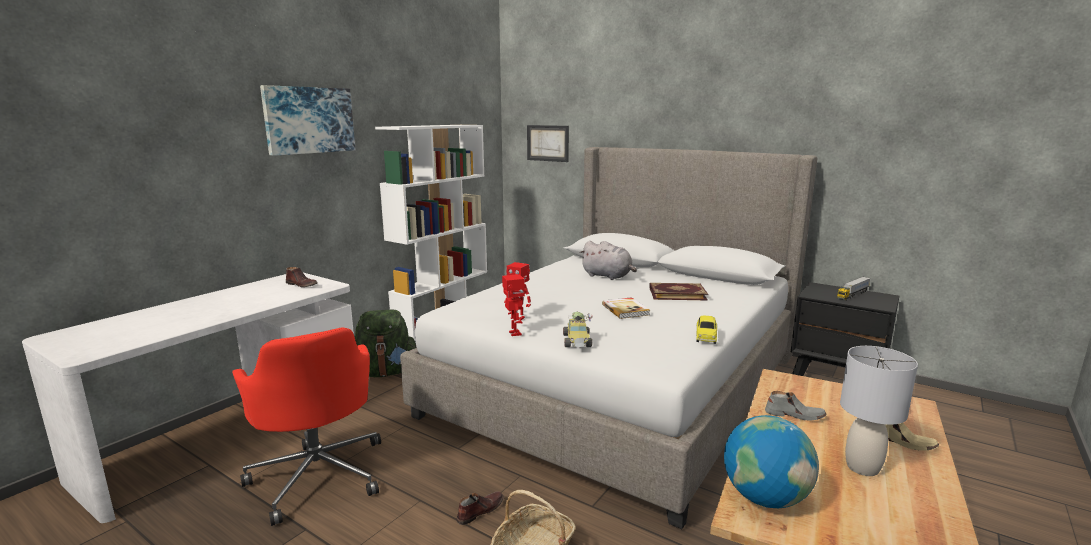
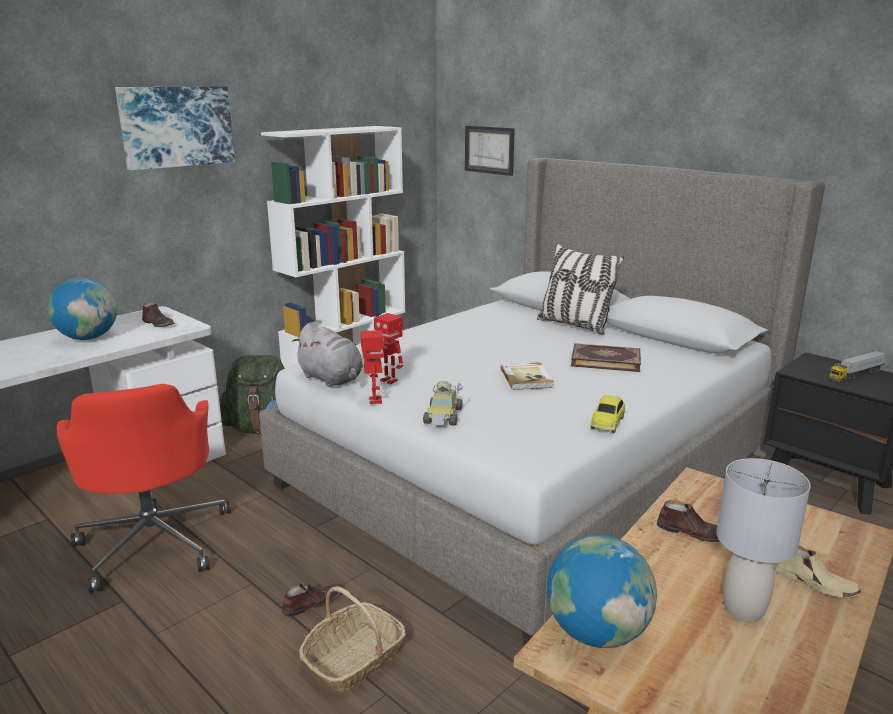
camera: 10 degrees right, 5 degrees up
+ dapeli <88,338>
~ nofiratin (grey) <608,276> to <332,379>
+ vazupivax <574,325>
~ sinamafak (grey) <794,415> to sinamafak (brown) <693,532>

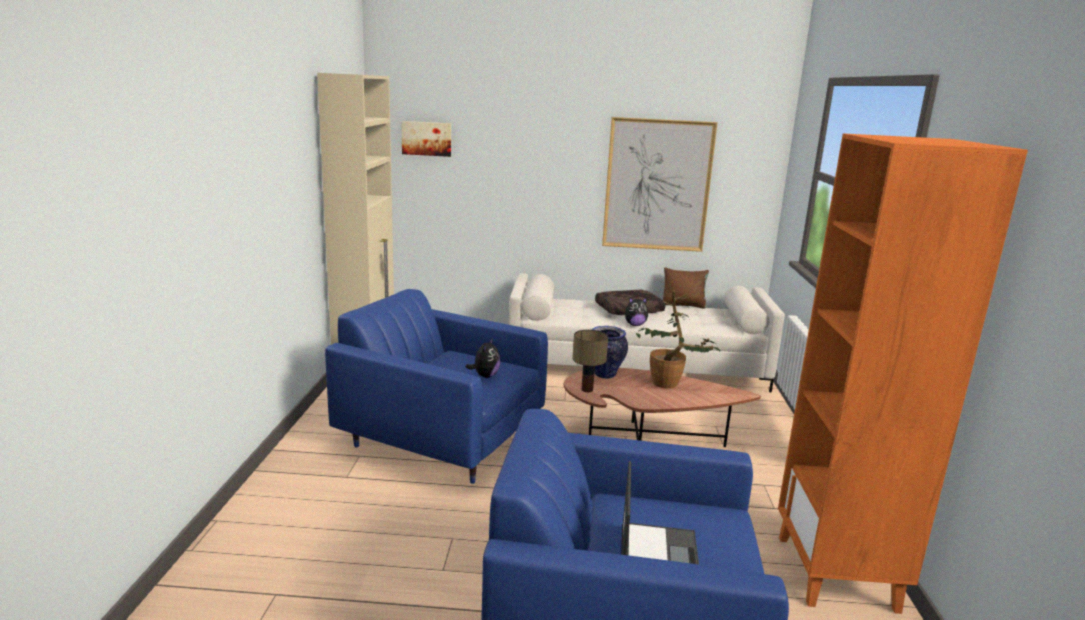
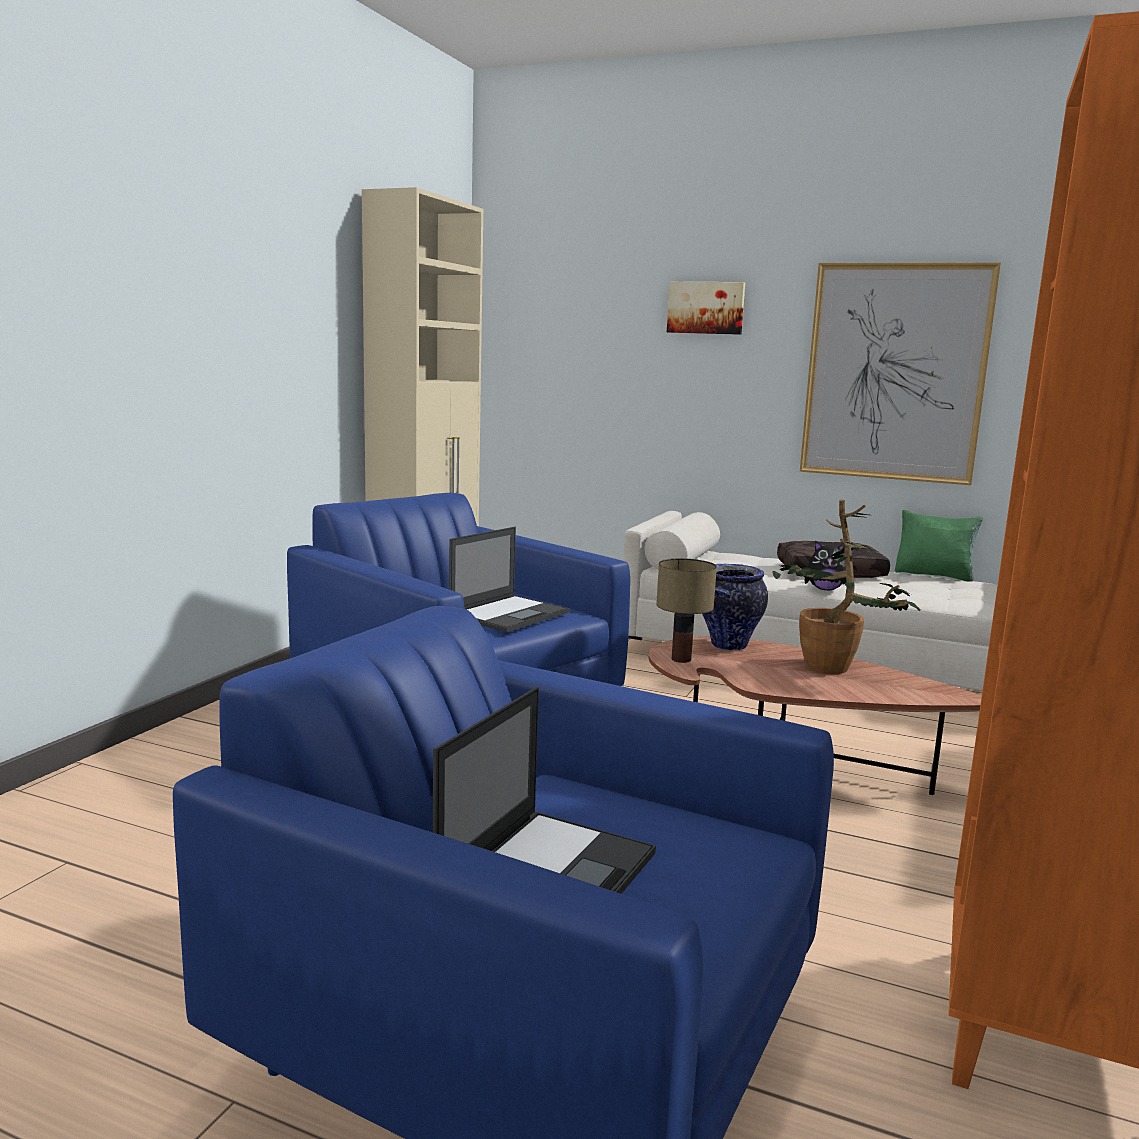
camera: 20 degrees right, 5 degrees down
~ nofiratin <485,376> to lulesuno <509,614>
~ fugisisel <427,138> to <706,308>
~ vazupivax (brown) <683,305> to vazupivax (green) <934,575>

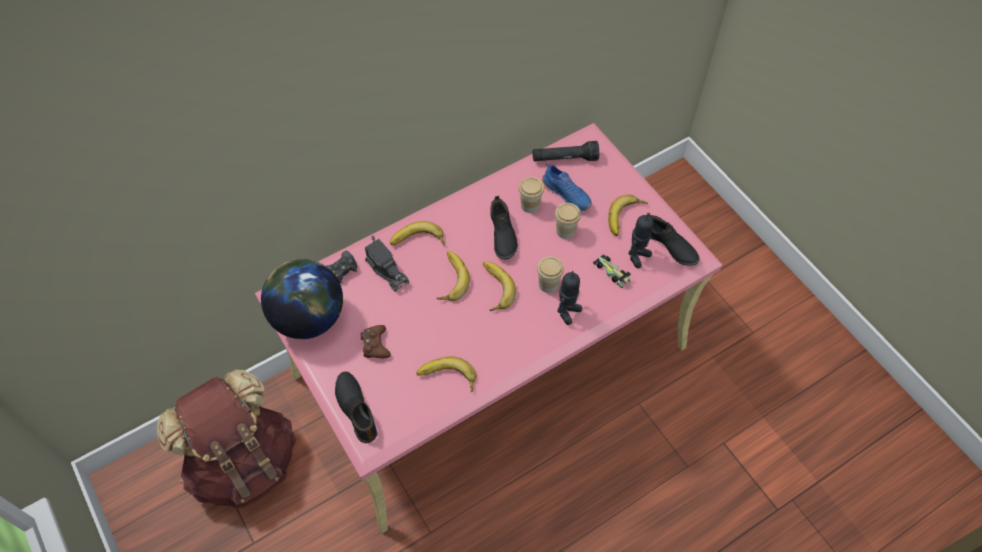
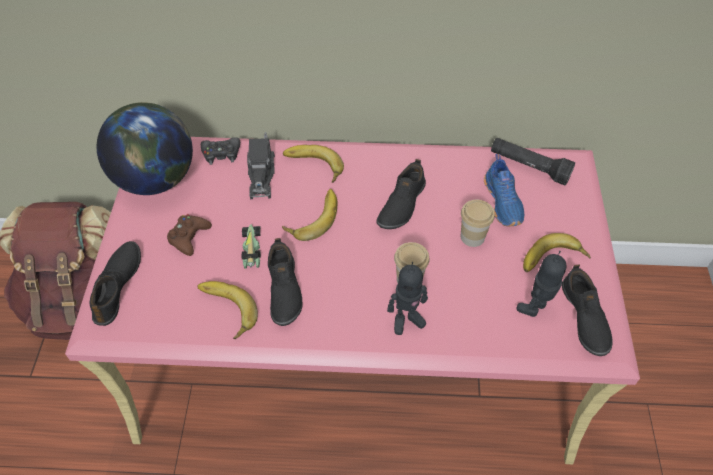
camera: 35 degrees right, 5 degrees down
~ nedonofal <612,272> to <251,249>
+ sinamafak (black) <283,290>
~ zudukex <637,256> = <535,307> 150 degrees clockwise
- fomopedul <493,288>
- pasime <530,205>

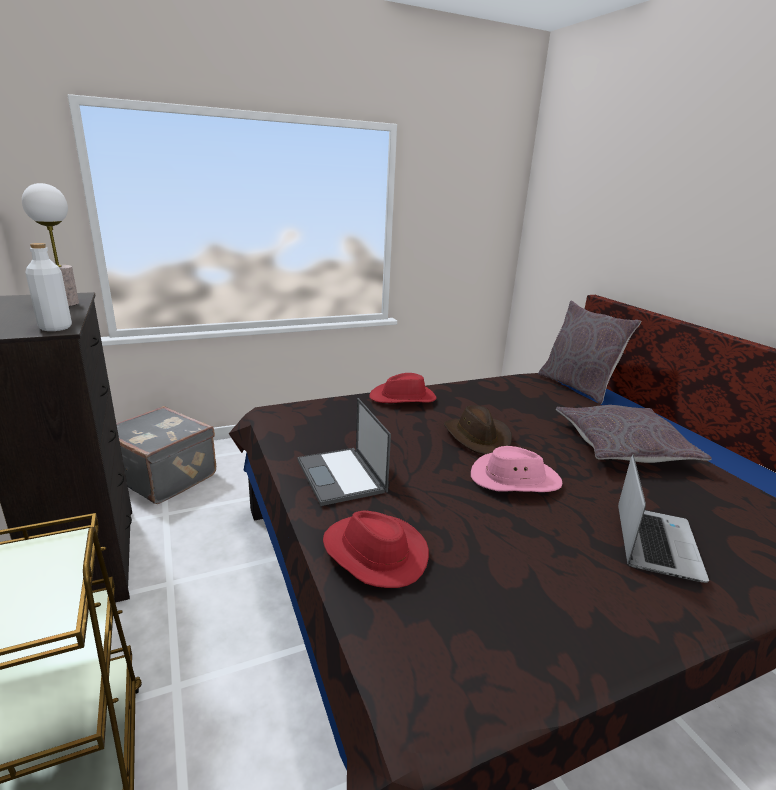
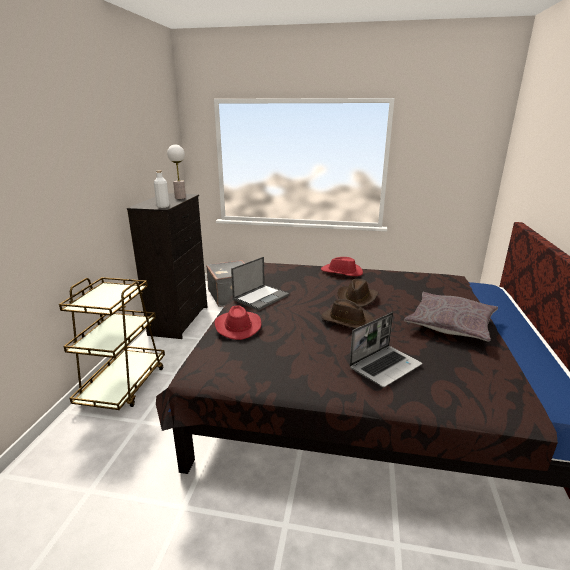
camera: 35 degrees right, 0 degrees up
~ lulesuno <341,476> = <261,297> 150 degrees counterclockwise
~ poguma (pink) <514,479> to poguma (brown) <347,320>
- vazupivax (grey) <577,386>

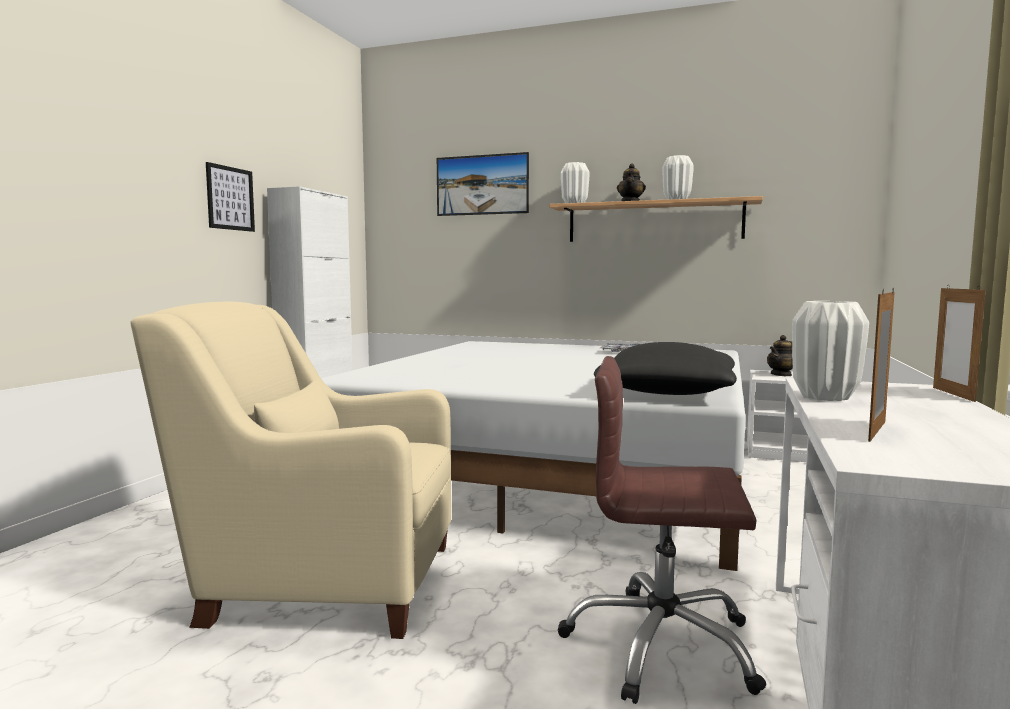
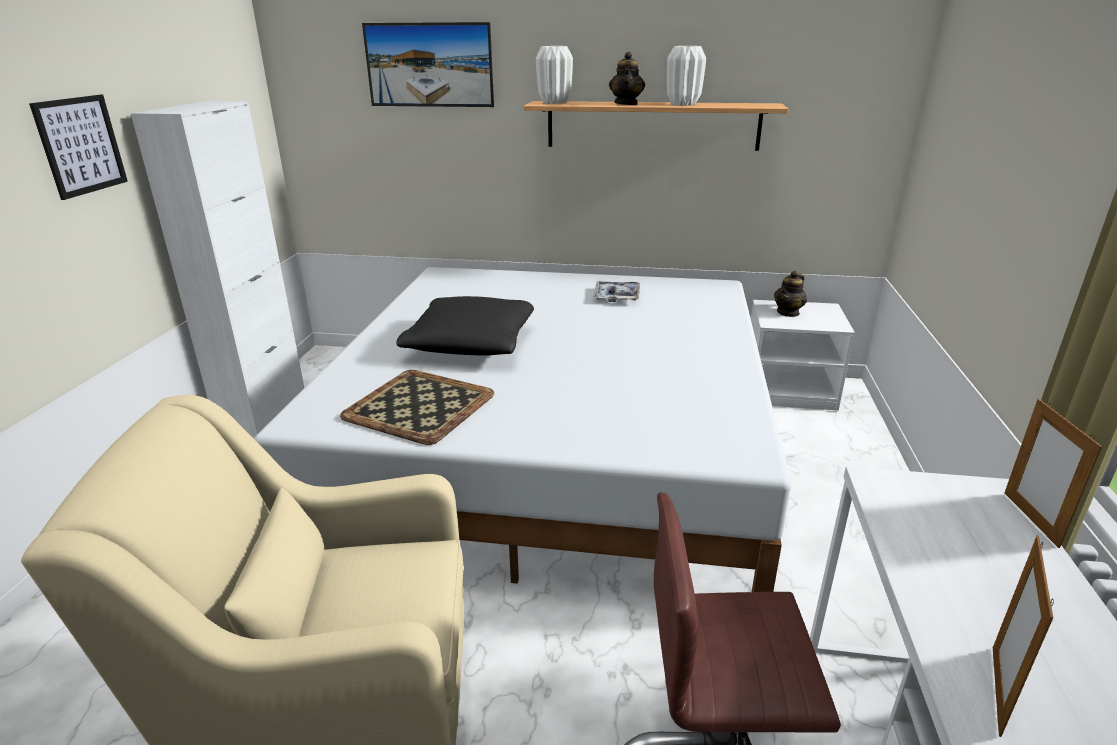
camera: 10 degrees left, 20 degrees up
+ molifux <418,406>
~ vazupivax (black) <668,392> to <471,344>
- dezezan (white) <826,397>

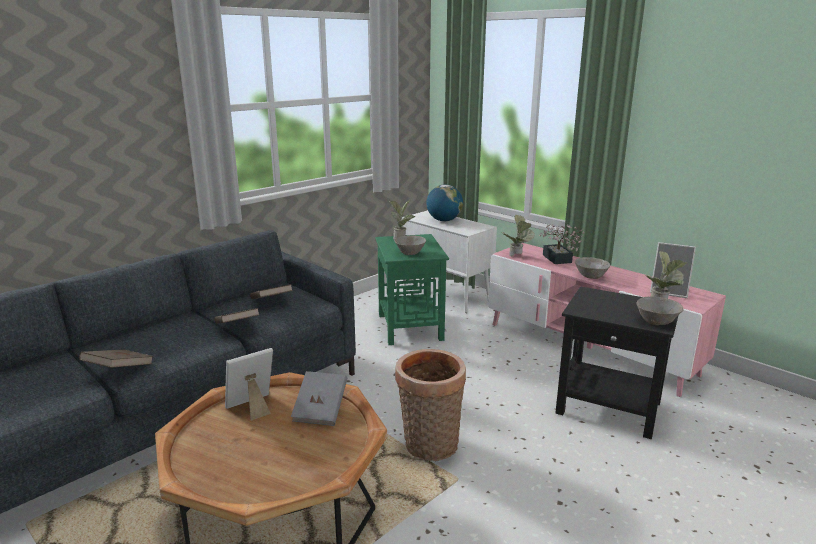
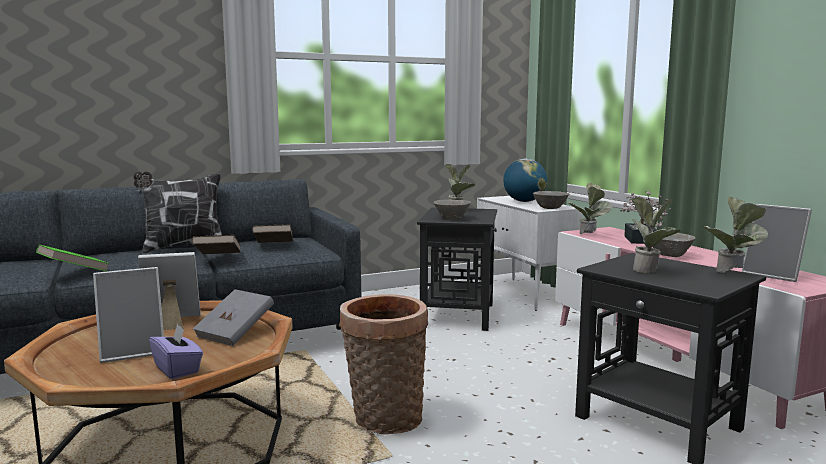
camera: 20 degrees right, 10 degrees down
~ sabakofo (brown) <119,370> to sabakofo (green) <74,272>
+ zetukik <133,351>
+ vazupivax <182,248>
+ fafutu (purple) <177,369>
~ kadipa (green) <410,326> to kadipa (black) <458,314>
~ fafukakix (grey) <657,322> to <551,208>
+ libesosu <650,270>

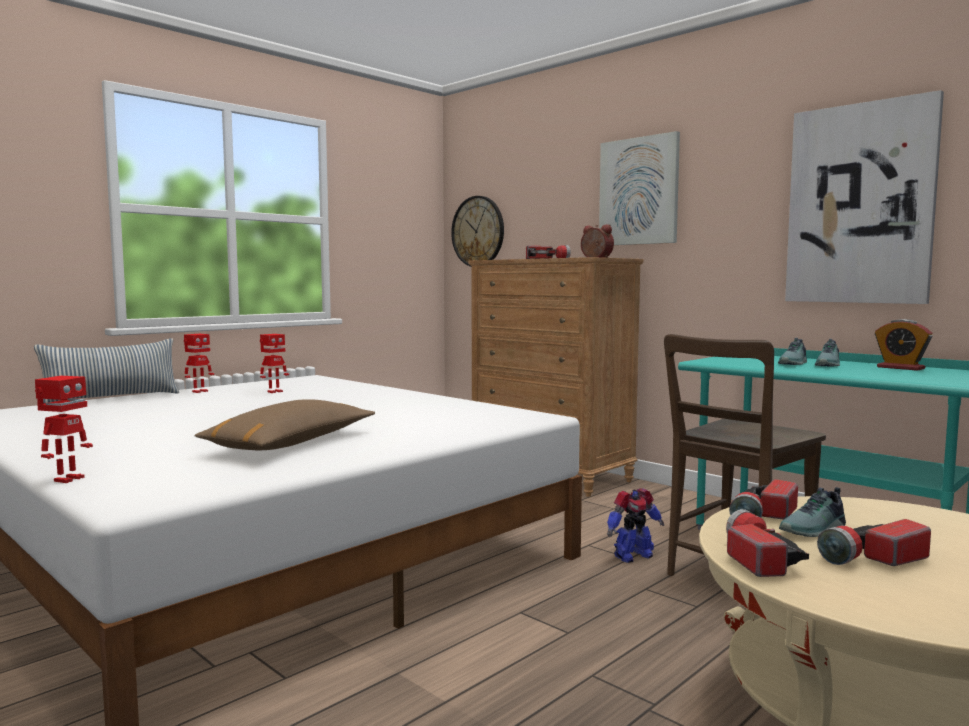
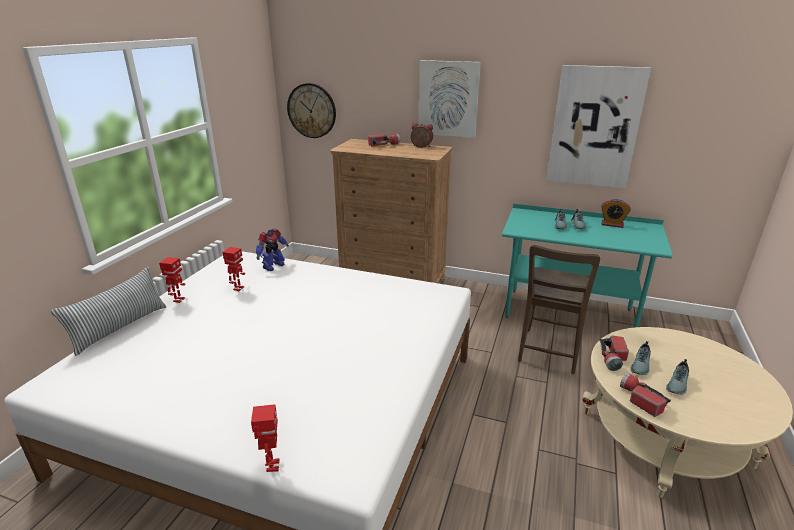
camera: 25 degrees left, 20 degrees up
~ zudukex <632,556> to <273,266>
~ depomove <872,558> to sinamafak <678,384>
- vazupivax (brown) <291,443>

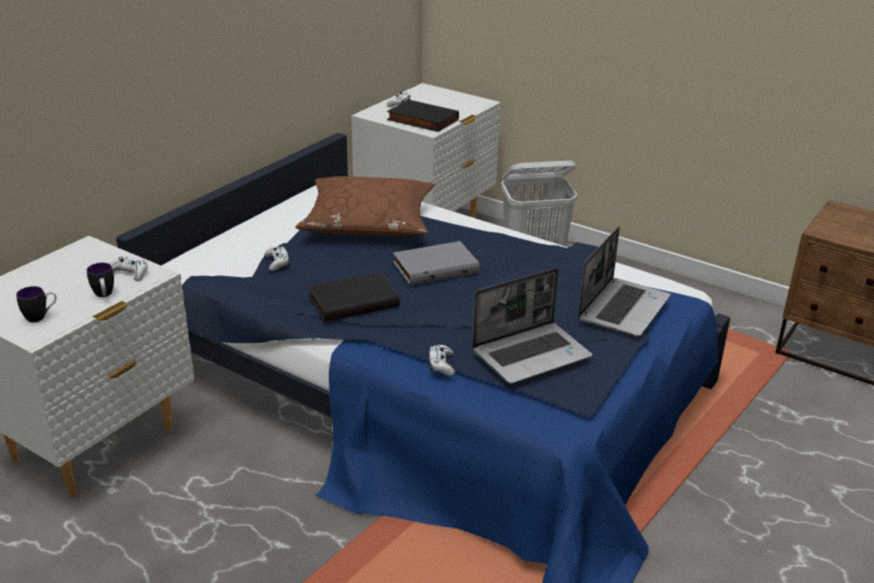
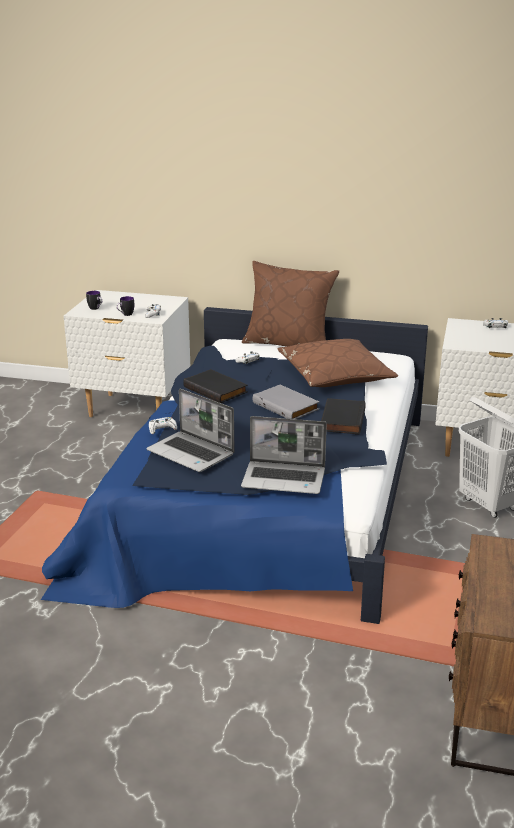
camera: 70 degrees right, 5 degrees down
+ vazupivax (brown) <288,344>
~ sabakofo (black) <421,120> to <341,419>

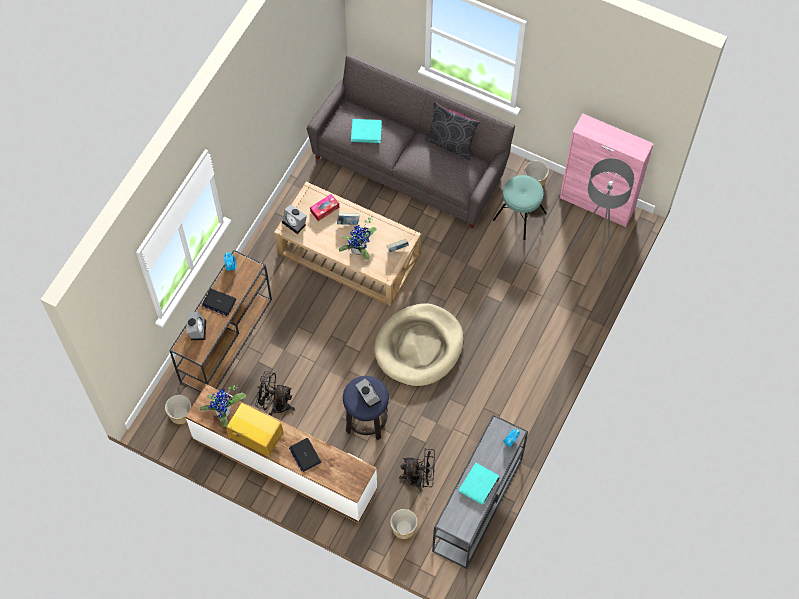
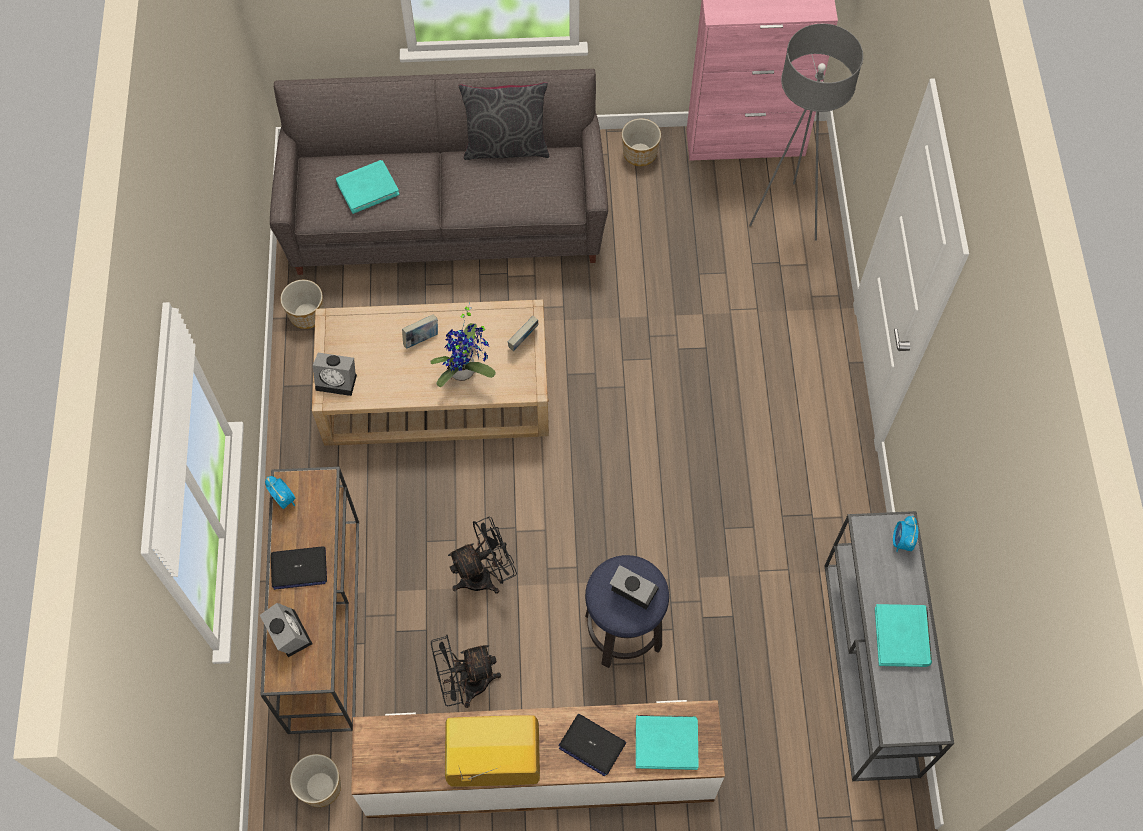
camera: 30 degrees left, 0 degrees up
~ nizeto <403,528> to <306,315>
~ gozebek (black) <419,478> to <484,575>
+ sabakofo (turquoise) <666,743>
- libesosu <224,413>
- fafutu <324,209>
- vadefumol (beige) <419,346>
- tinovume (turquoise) <519,216>

